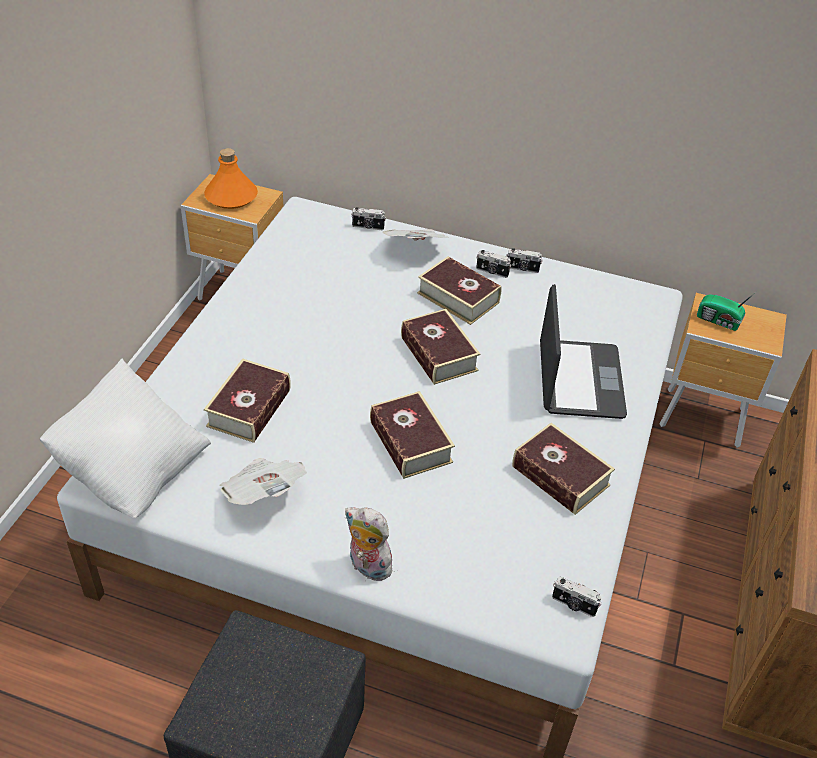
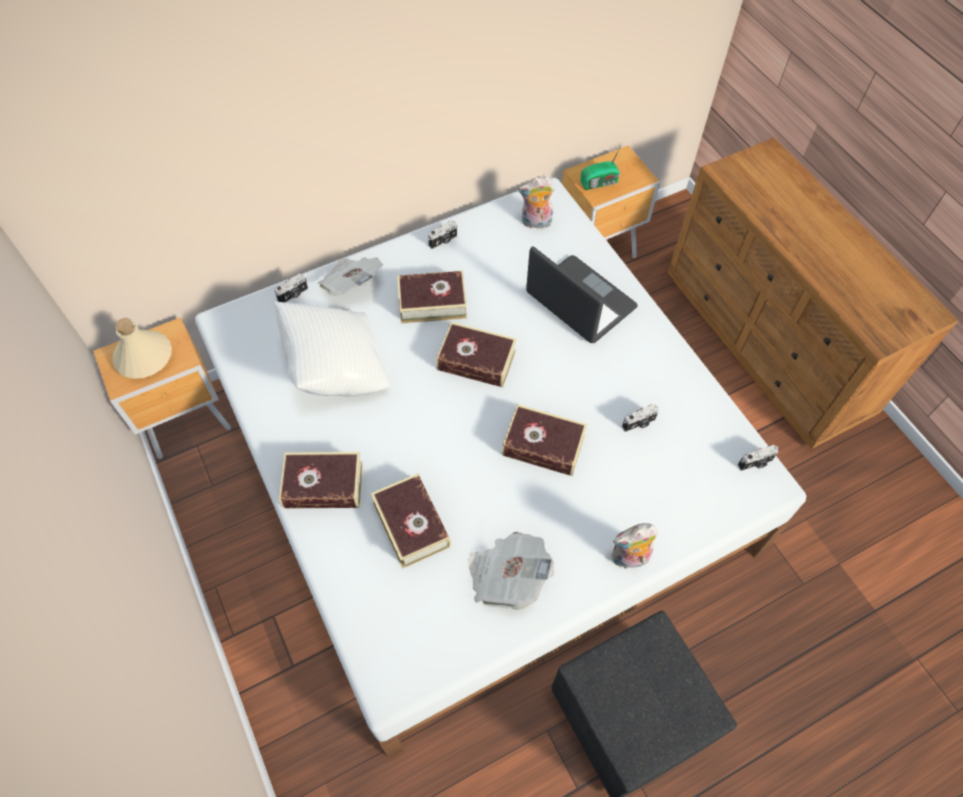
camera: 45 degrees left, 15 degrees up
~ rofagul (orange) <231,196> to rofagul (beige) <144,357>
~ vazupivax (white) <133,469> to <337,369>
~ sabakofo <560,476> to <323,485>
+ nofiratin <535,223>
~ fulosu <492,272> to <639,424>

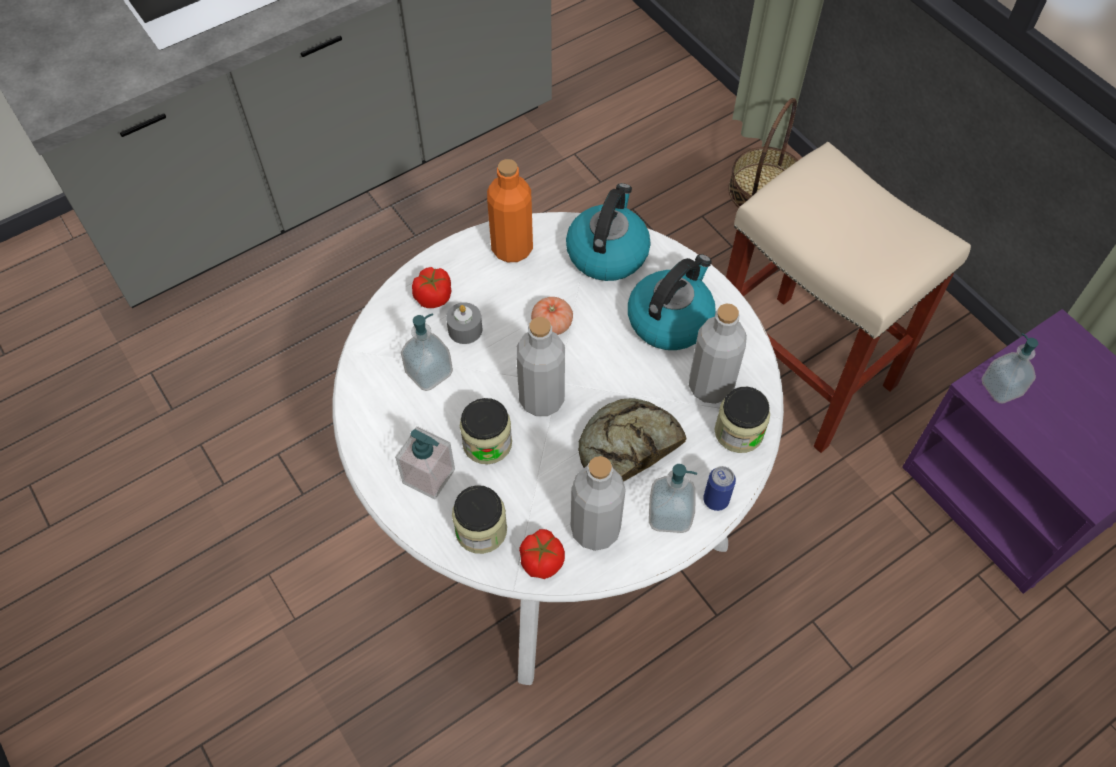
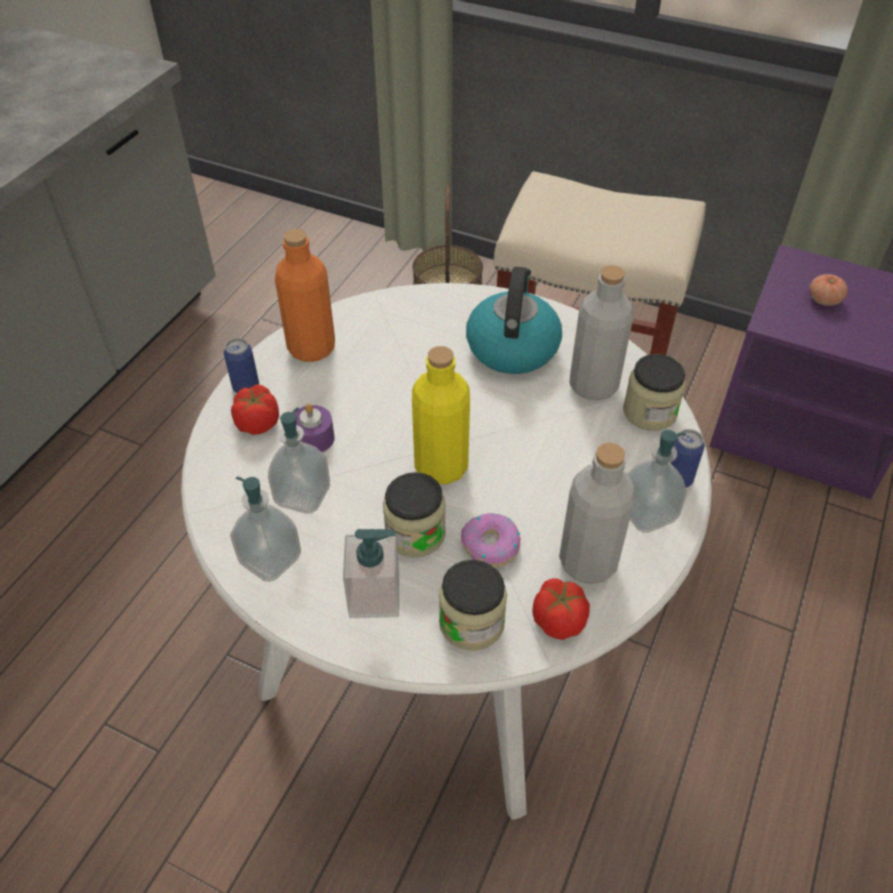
camera: 30 degrees left, 10 degrees down
+ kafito <246,387>
~ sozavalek <1001,388> to <270,559>
~ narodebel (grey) <465,329> to narodebel (purple) <314,438>
~ rofagul (grey) <541,399> to rofagul (yellow) <441,466>
+ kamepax <490,545>
~ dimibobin <552,324> to <824,300>
- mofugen <607,252>
- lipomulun <626,447>

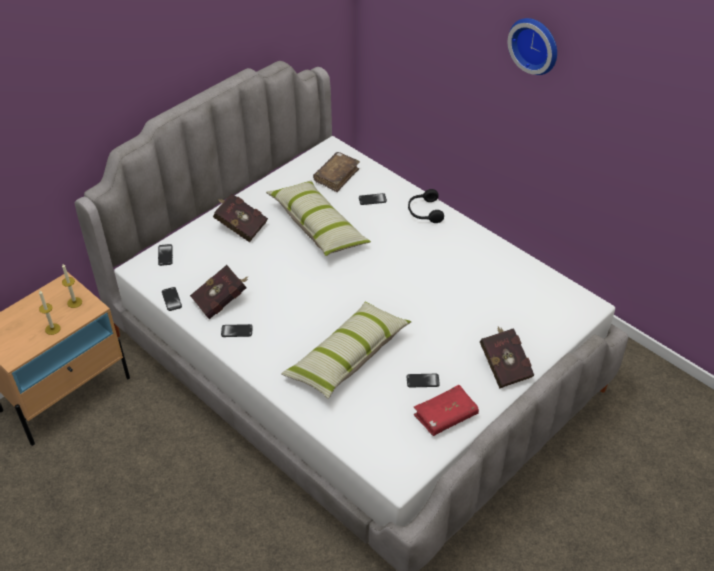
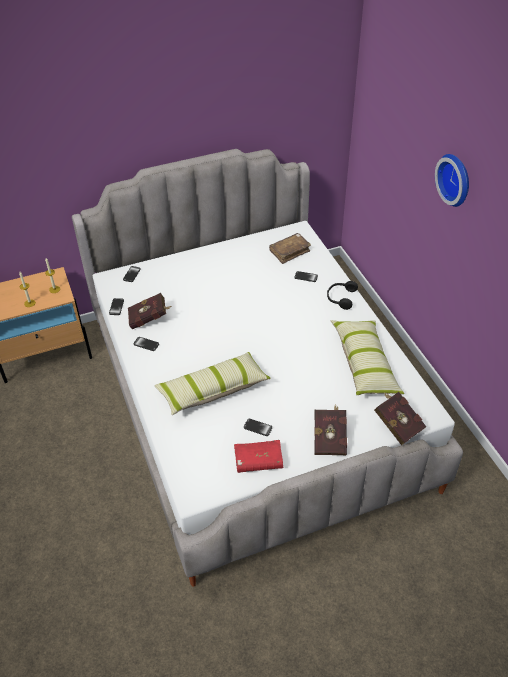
camera: 25 degrees right, 0 degrees up
~ vazupivax <318,226> to <364,364>
~ sabakofo (red) <240,226> to <397,424>

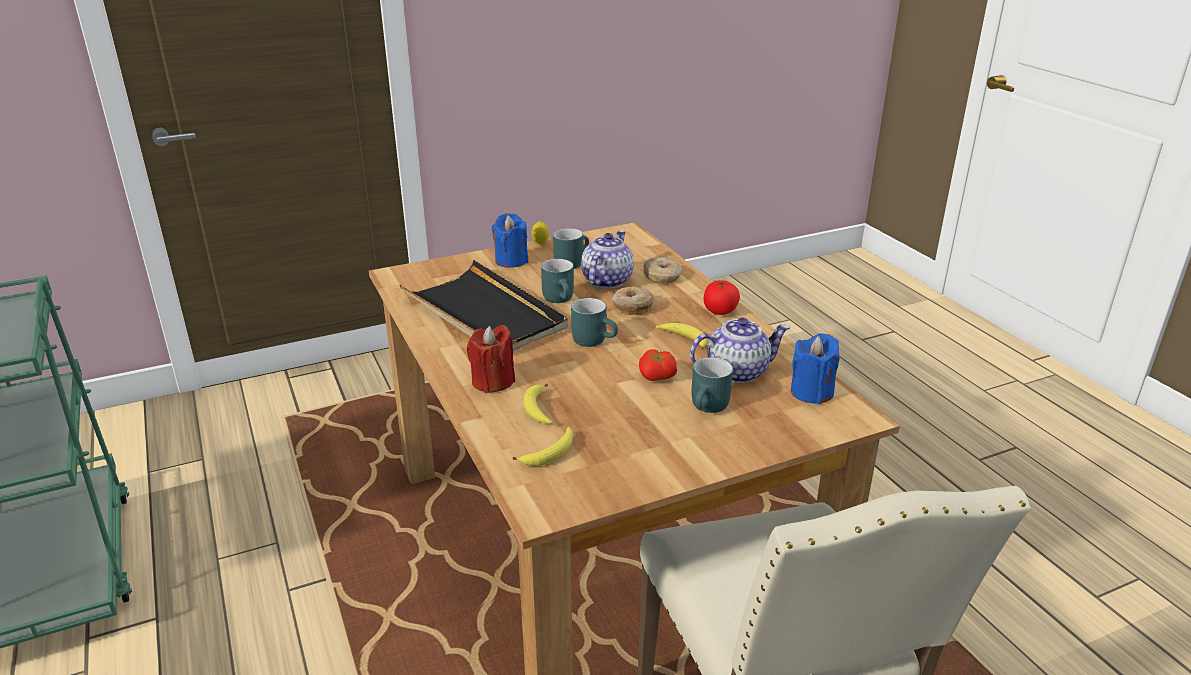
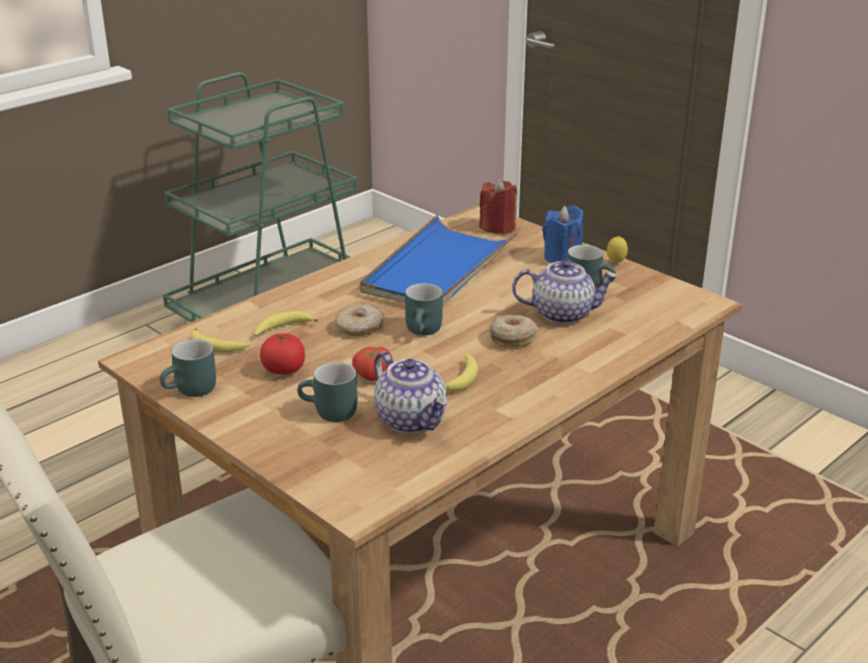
camera: 70 degrees right, 0 degrees up
~ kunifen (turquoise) <561,299> to <192,391>
~ dimibobin <720,311> to <283,370>
~ kamepax <662,277> to <360,328>
~ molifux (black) <485,314> to molifux (blue) <438,269>
~ narodebel (red) <493,381> to <498,227>
- narodebel (blue) <812,392>

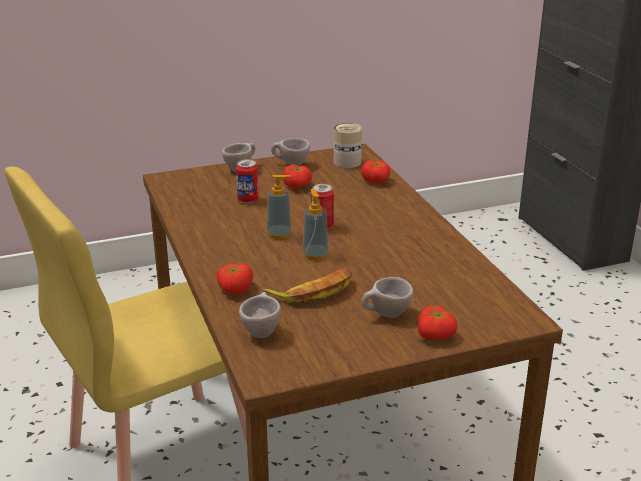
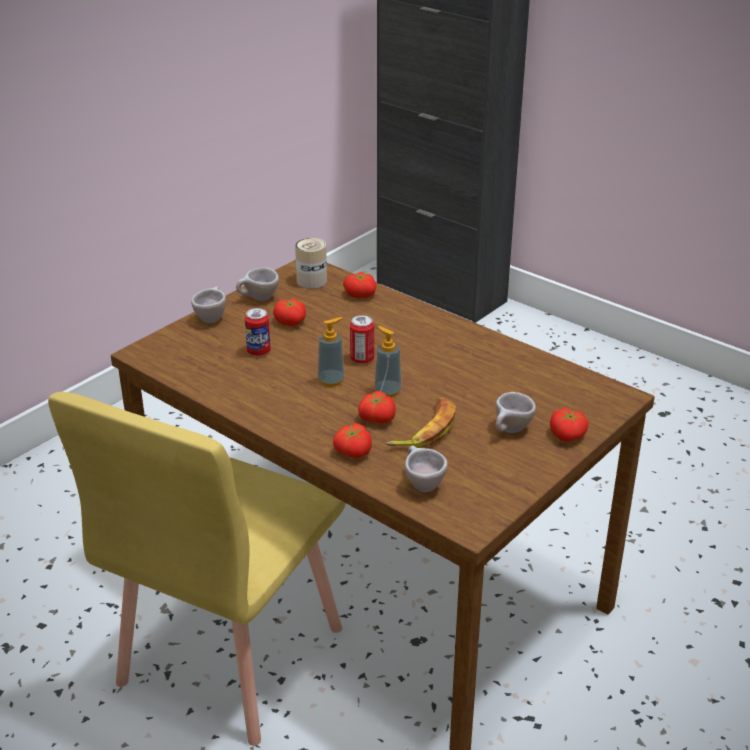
camera: 30 degrees left, 5 degrees up
+ dimibobin <376,419>

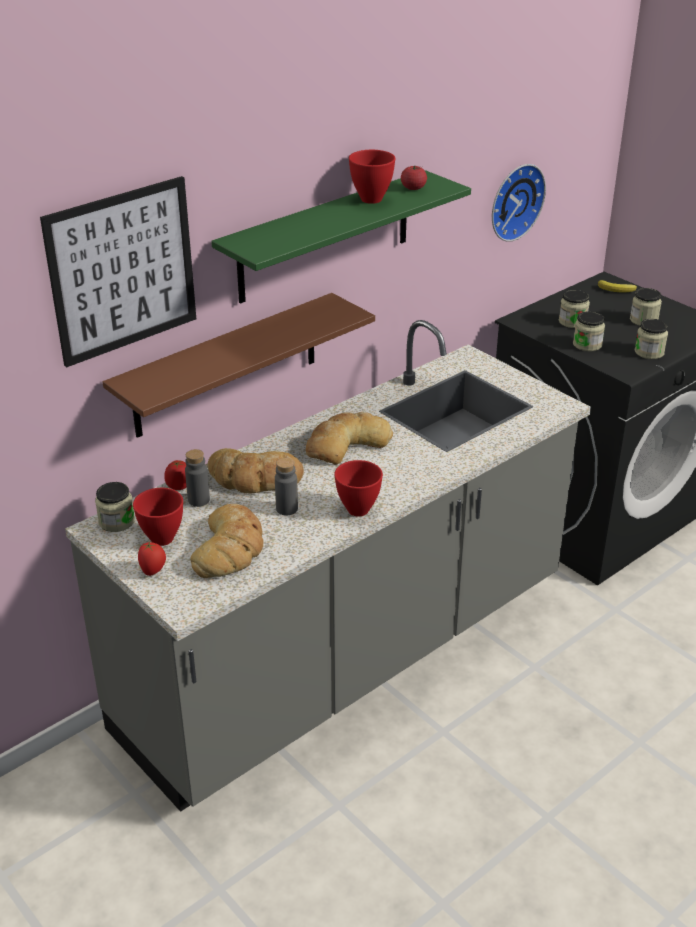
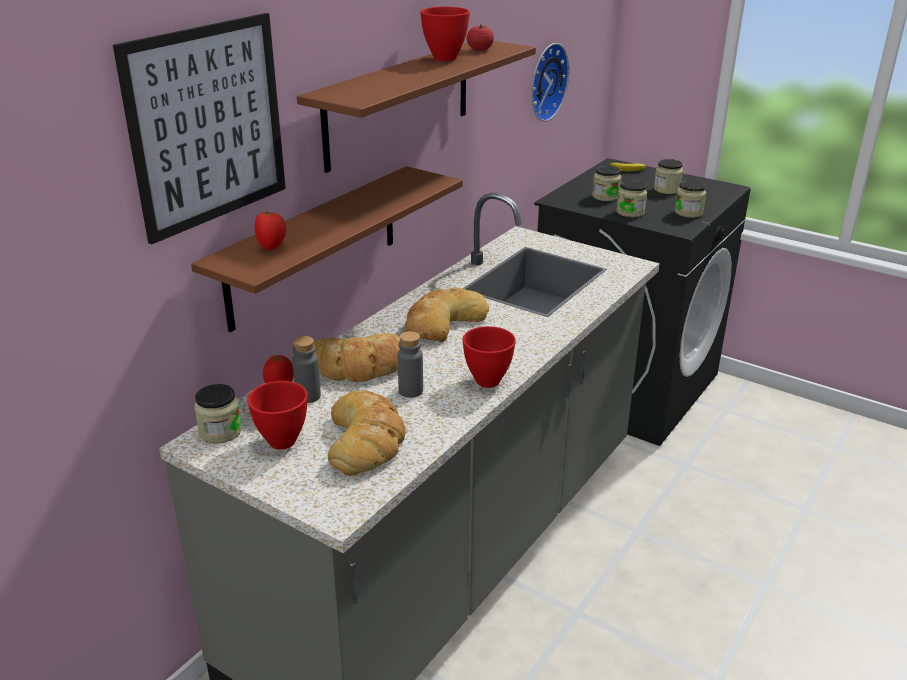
camera: 15 degrees left, 5 degrees down
~ dimibobin <153,571> to <272,247>
~ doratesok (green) <325,237> to doratesok (brown) <399,103>

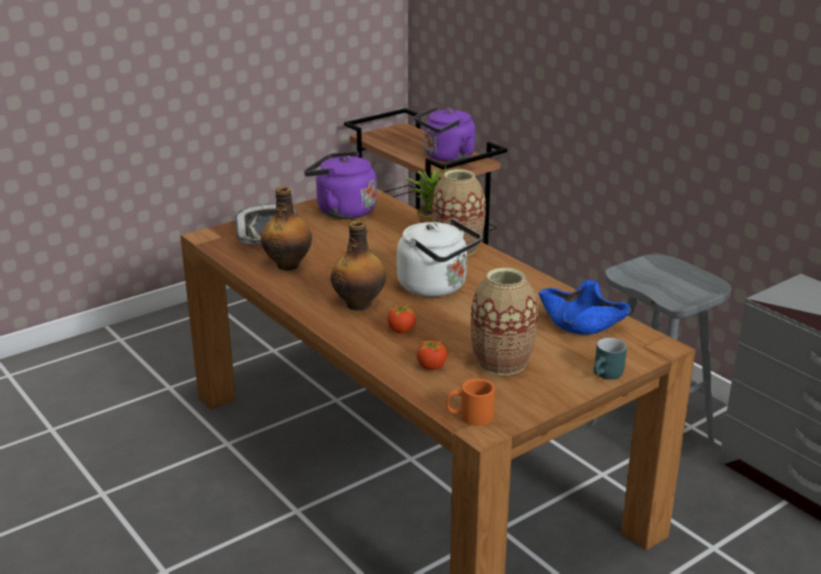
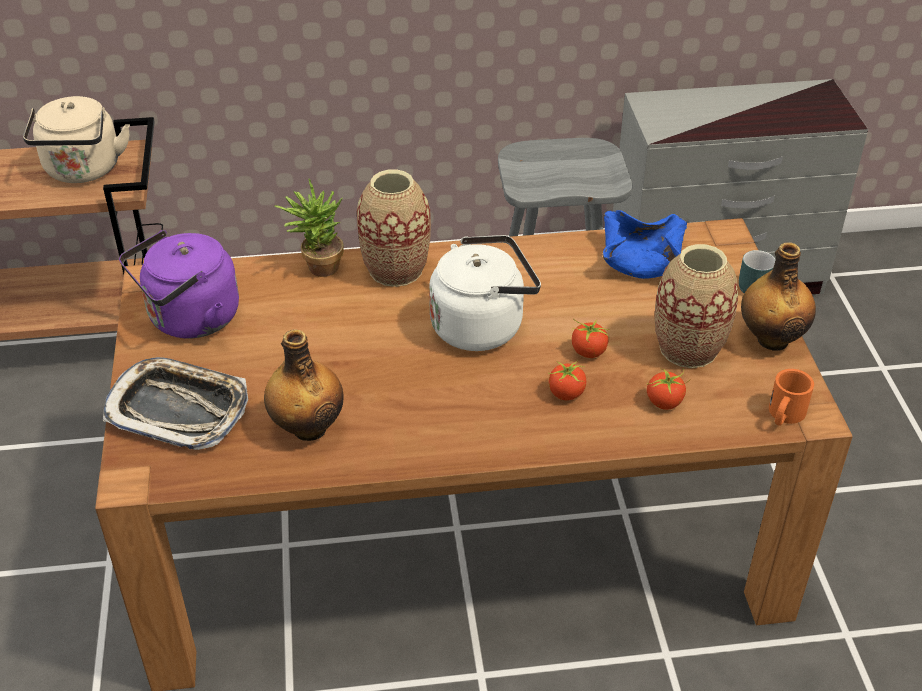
camera: 60 degrees left, 15 degrees up
~ mofugen (purple) <446,157> to mofugen (beige) <83,171>
+ dimibobin <588,352>
~ rofagul <359,304> to <771,338>

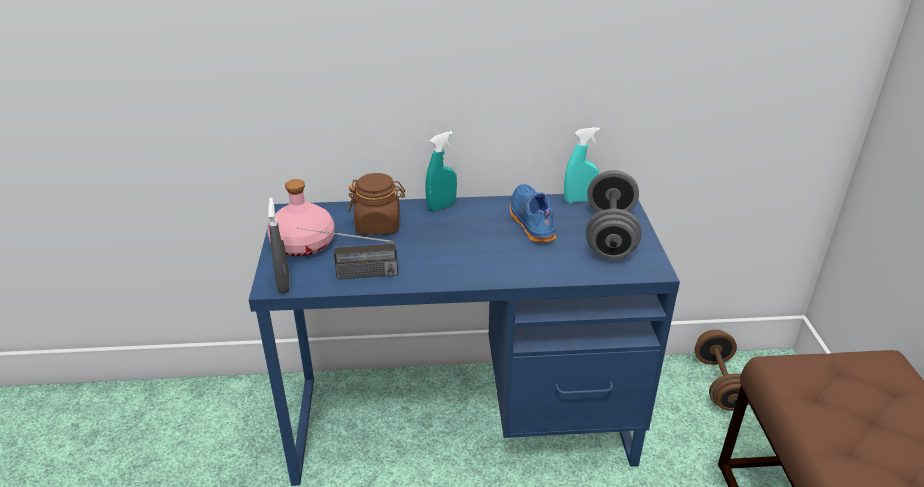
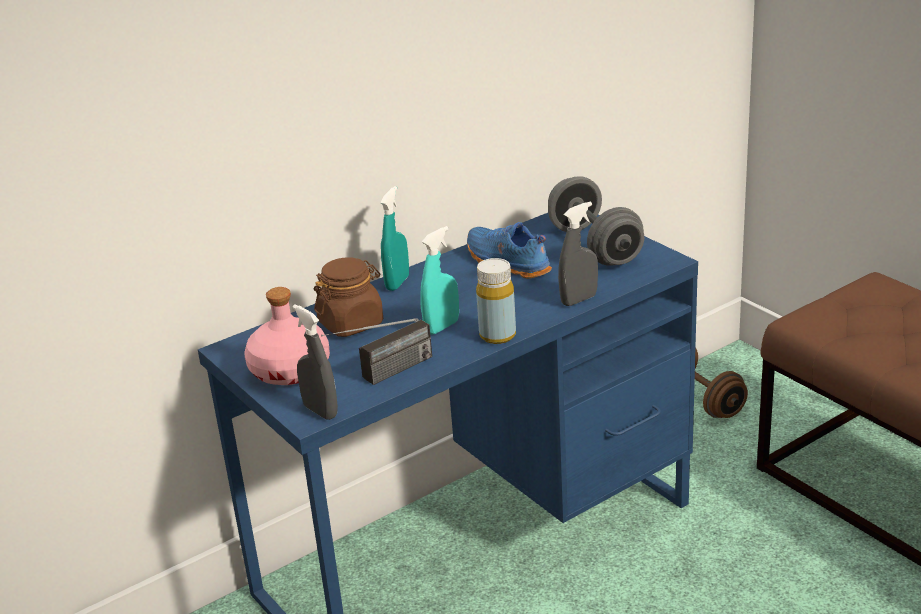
camera: 30 degrees left, 5 degrees down
~ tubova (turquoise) <579,200> to <442,327>
+ rofagul (yellow) <497,335>
+ tubova (grey) <579,300>

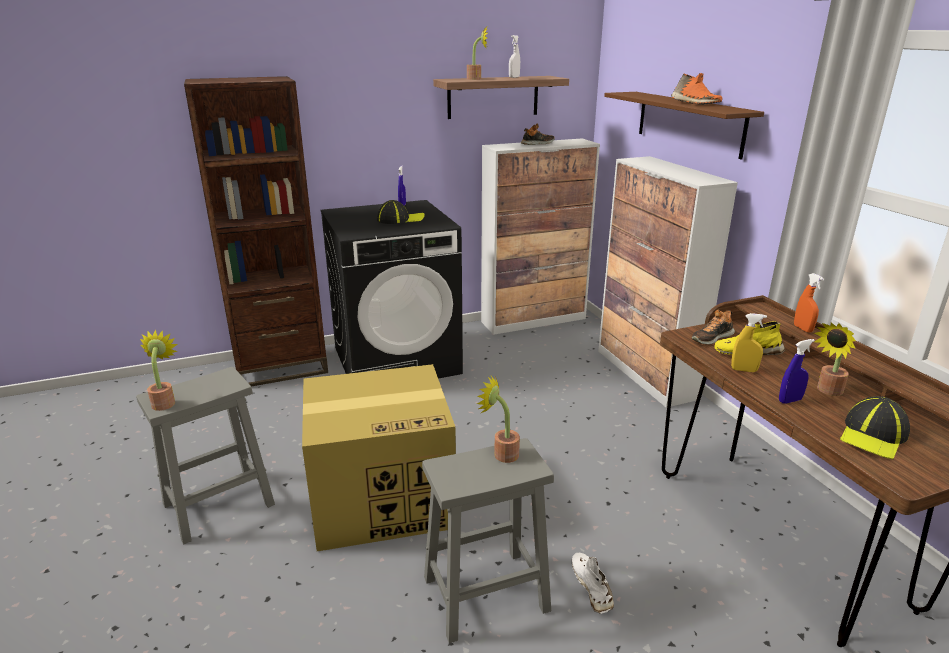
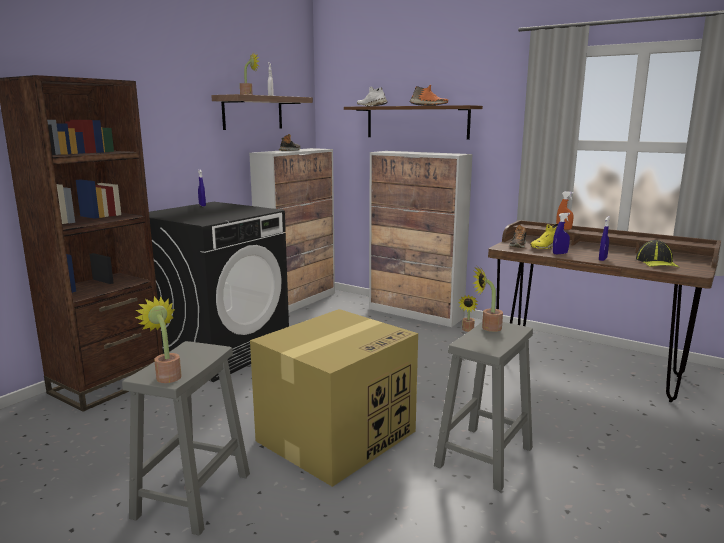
camera: 35 degrees left, 10 degrees down
~ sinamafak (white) <592,586> to <372,106>
~ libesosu <827,391> to <467,330>
~ tubova (yellow) <744,370> to tubova (blue) <560,253>
- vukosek <400,219>

